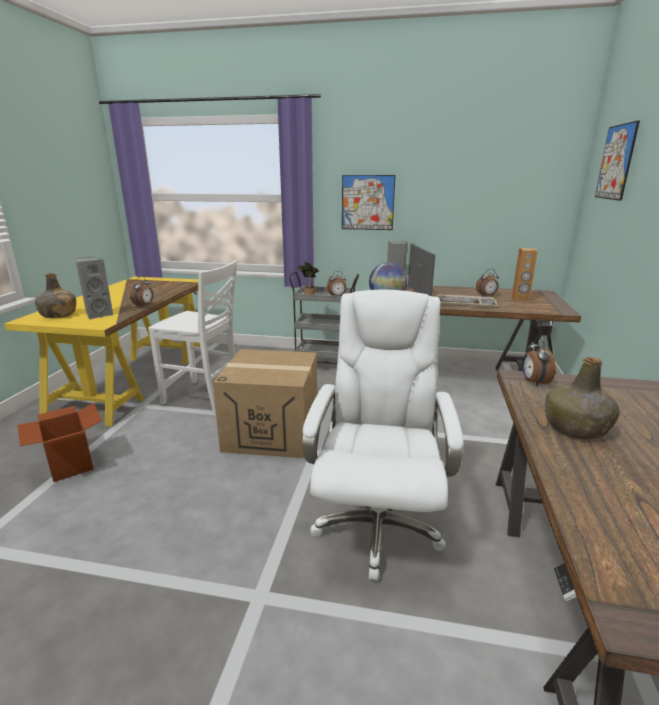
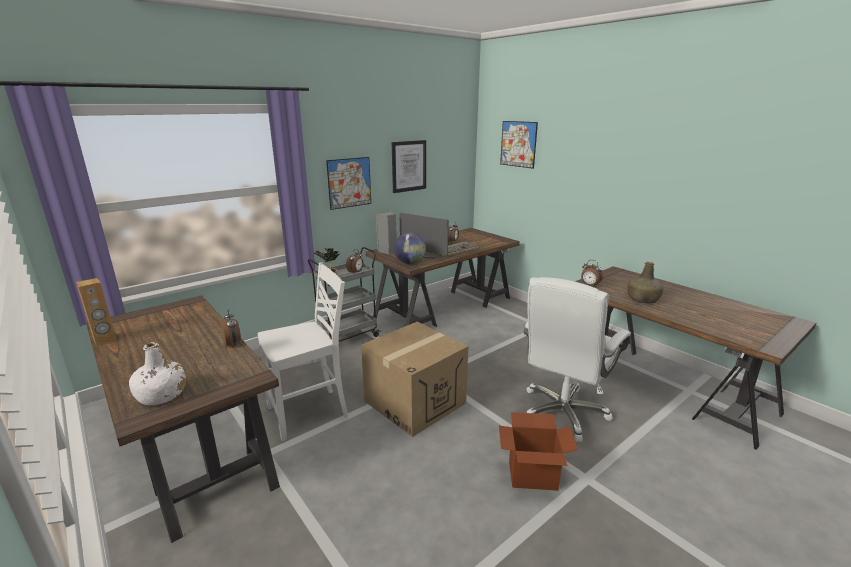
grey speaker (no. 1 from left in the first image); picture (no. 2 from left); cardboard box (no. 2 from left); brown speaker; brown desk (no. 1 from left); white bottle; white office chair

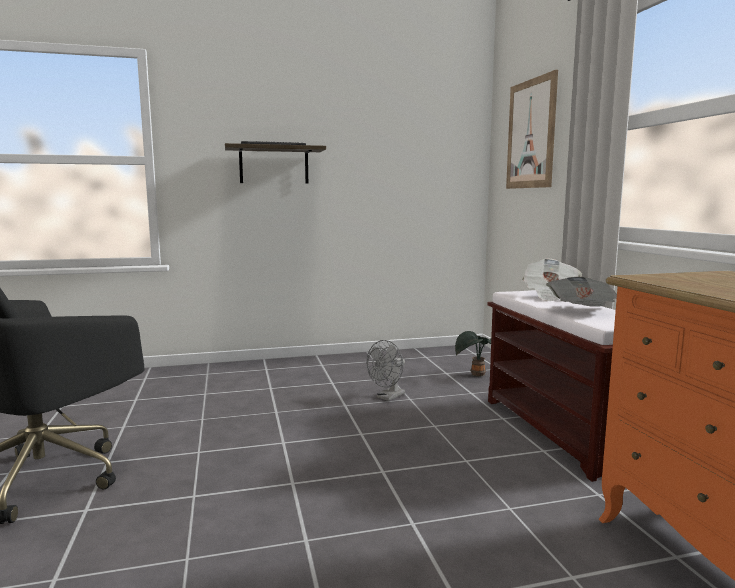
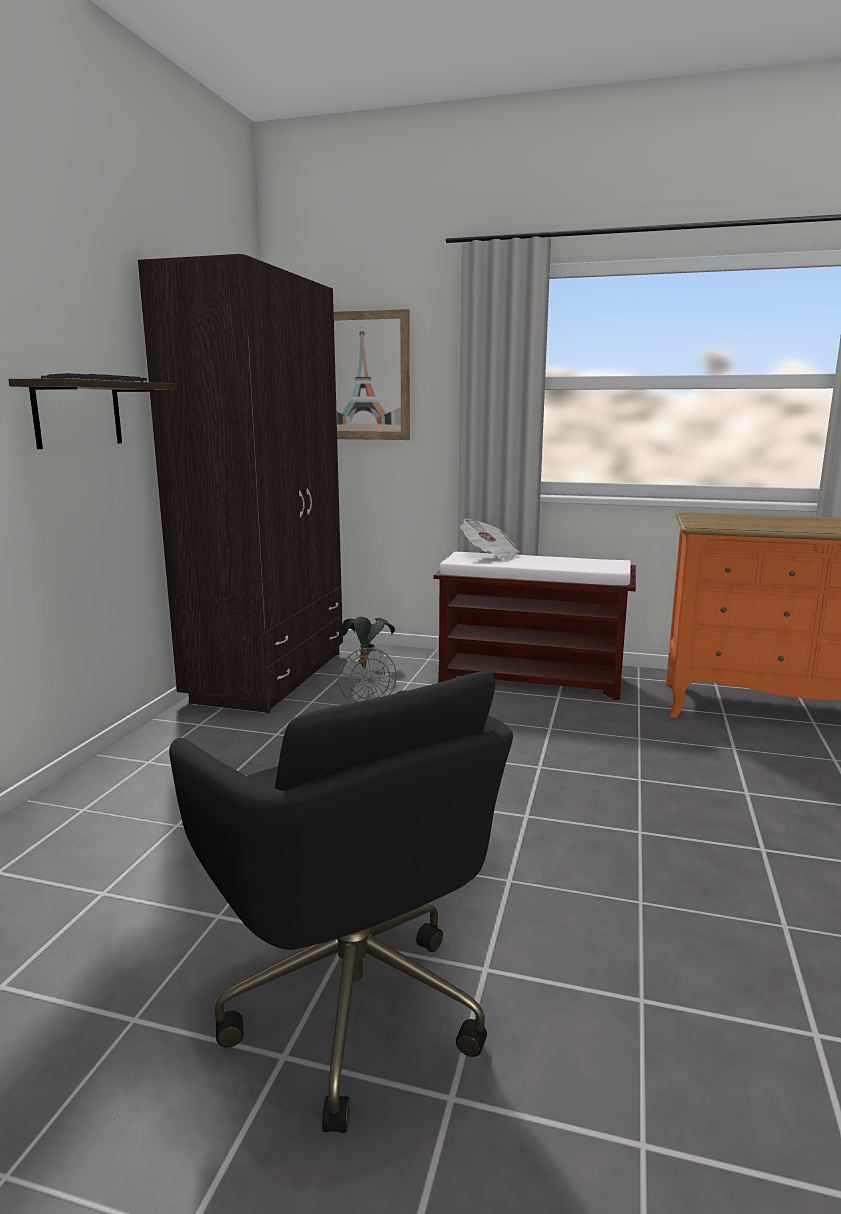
newspaper (no. 2 from left in the first image); brown wardrobe

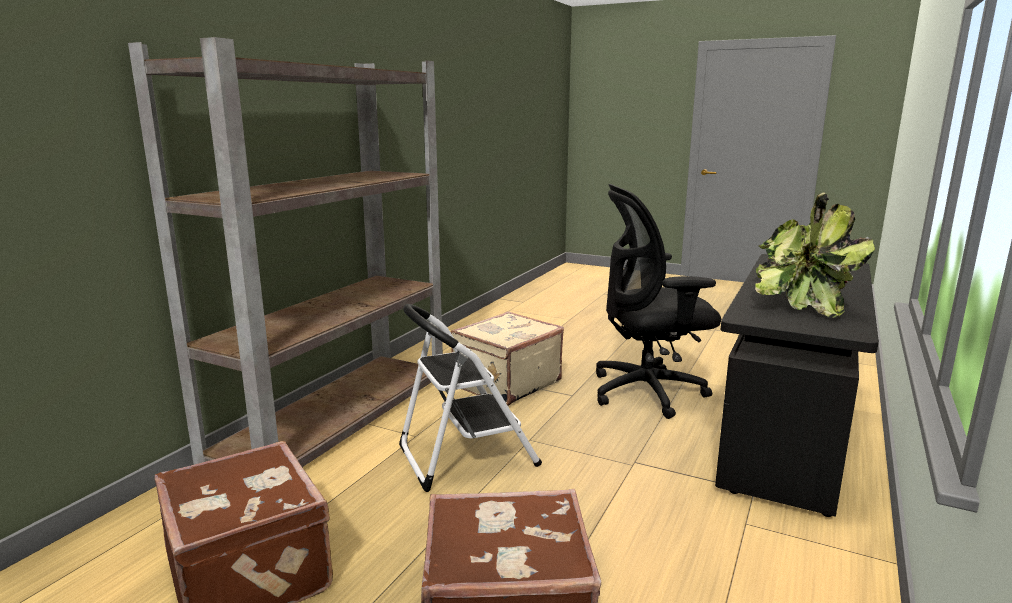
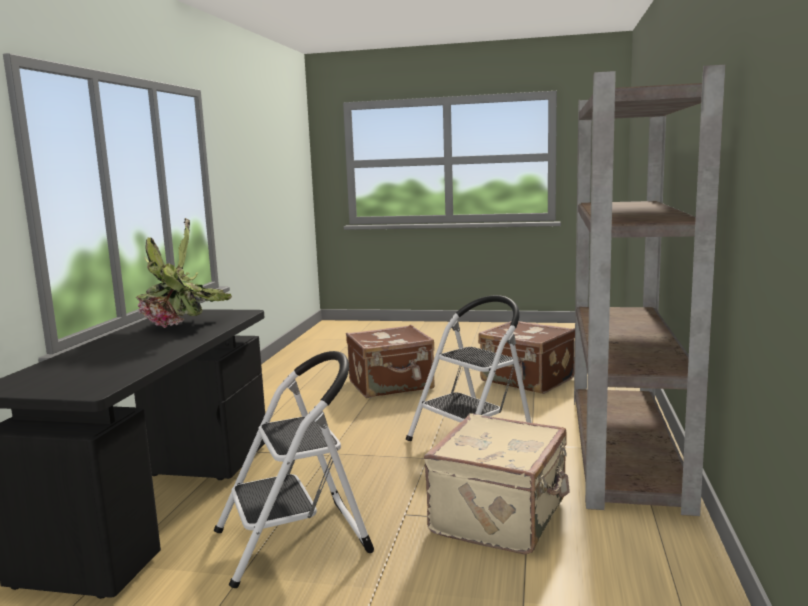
step ladder (no. 1 from left)

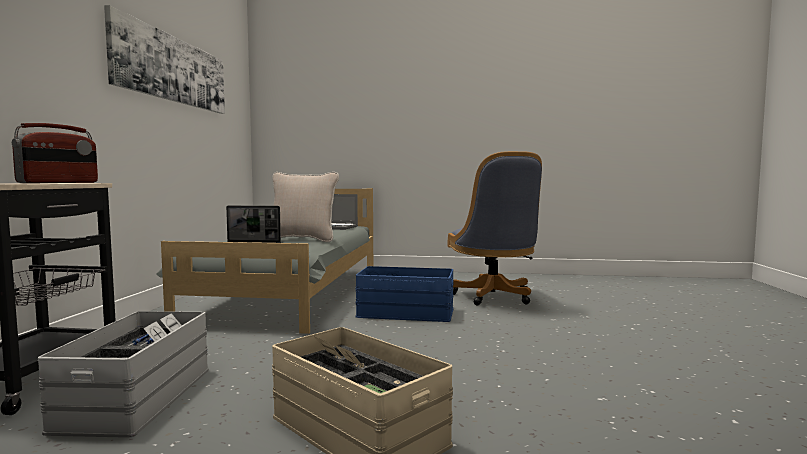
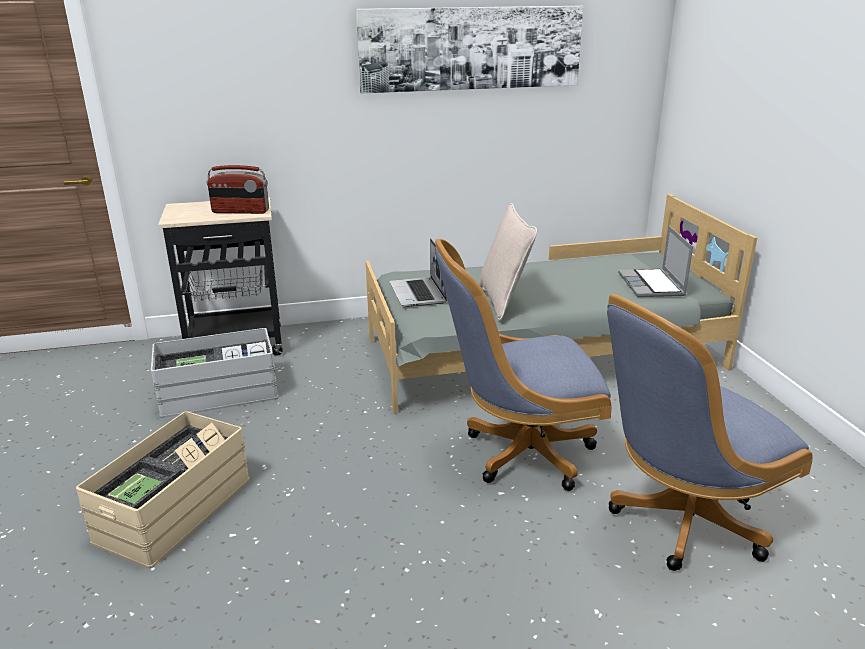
blue office chair (no. 1 from left)

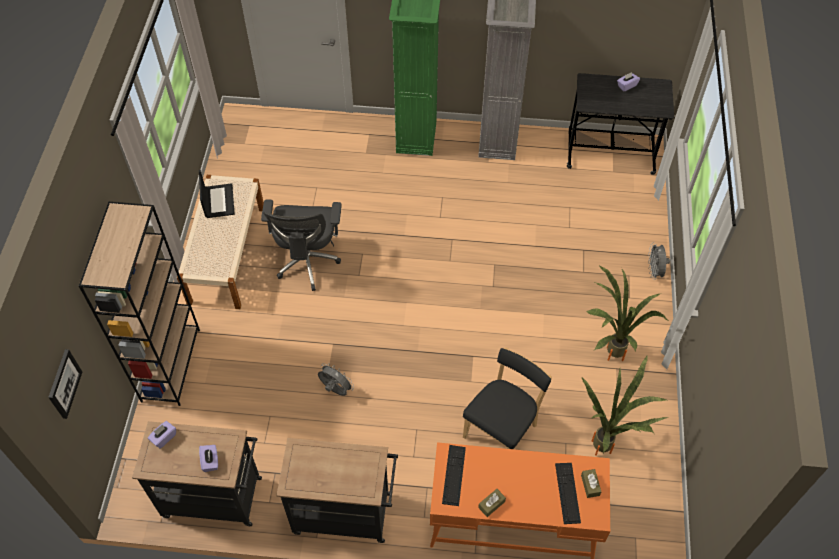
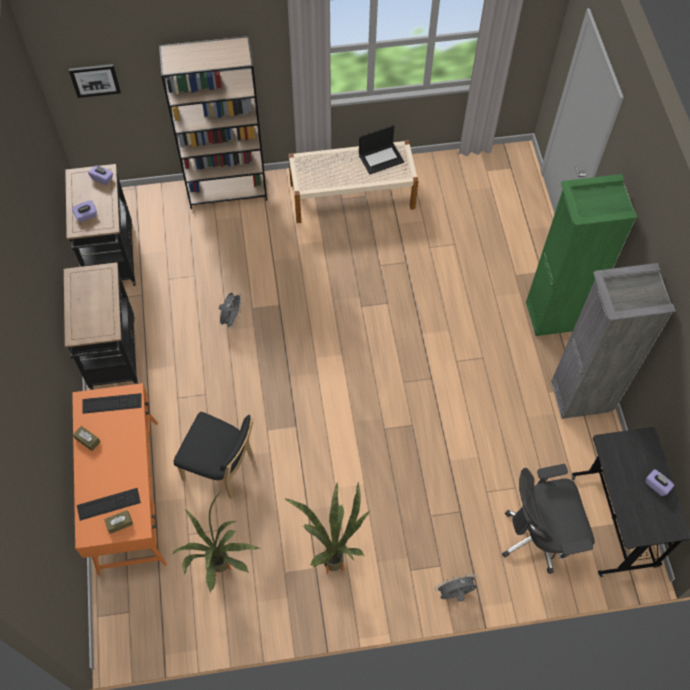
office chair

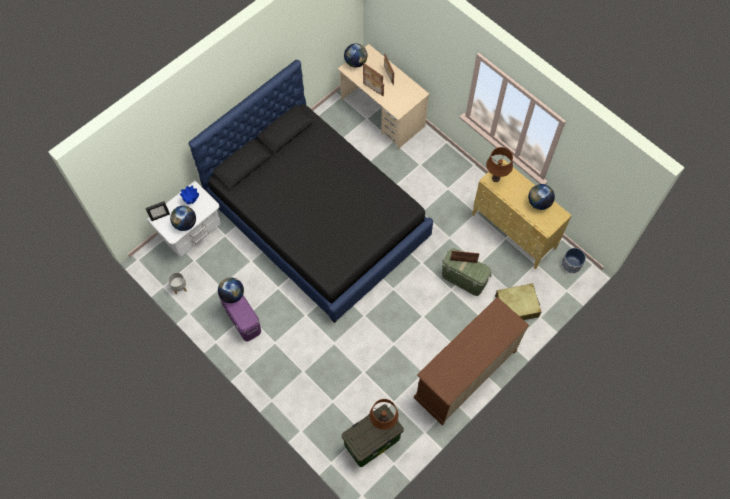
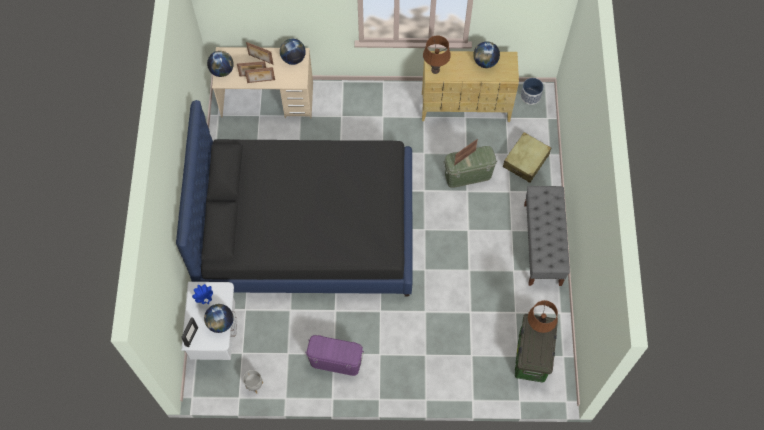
globe (no. 3 from left); grey bench

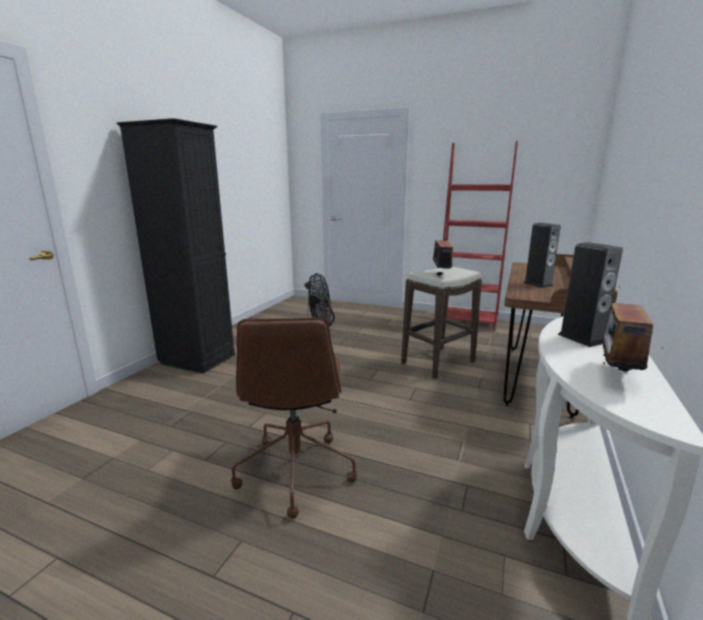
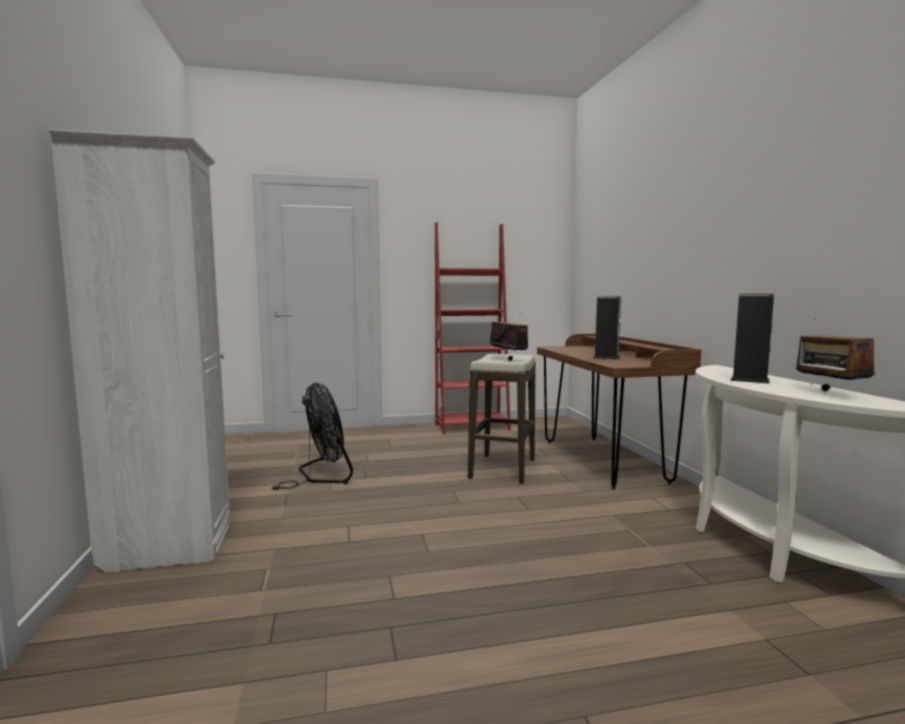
brown office chair; white cabinet

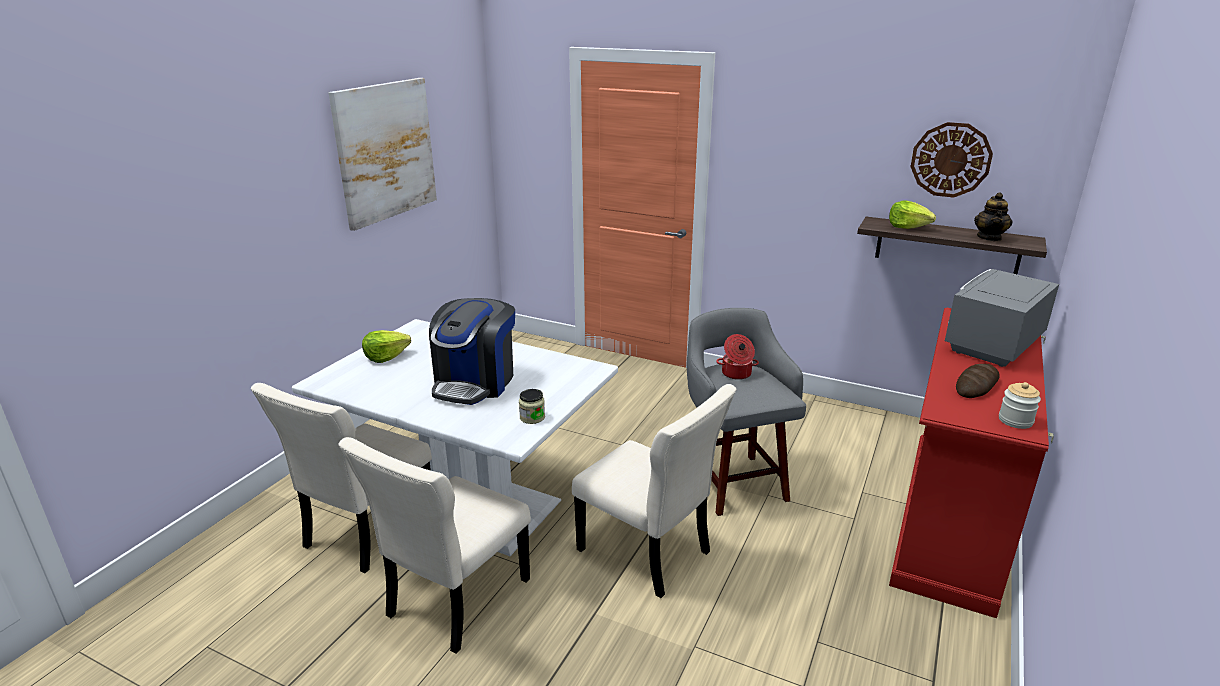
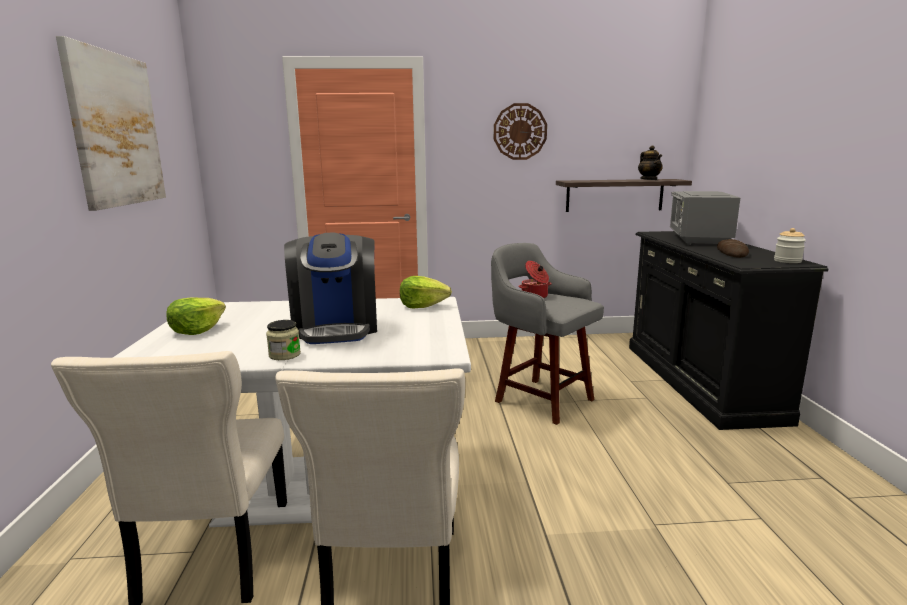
beige chair (no. 3 from left in the first image); jar (no. 1 from left); lettuce (no. 2 from left); wall clock; black cabinet

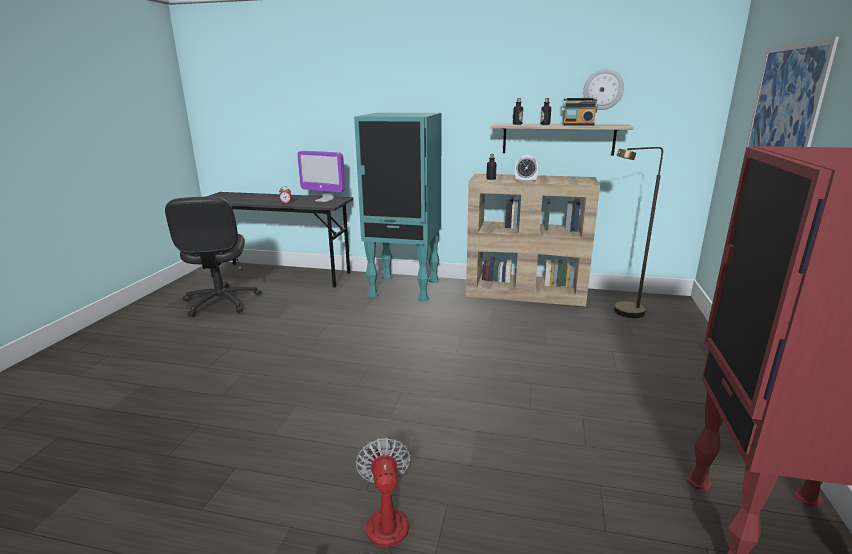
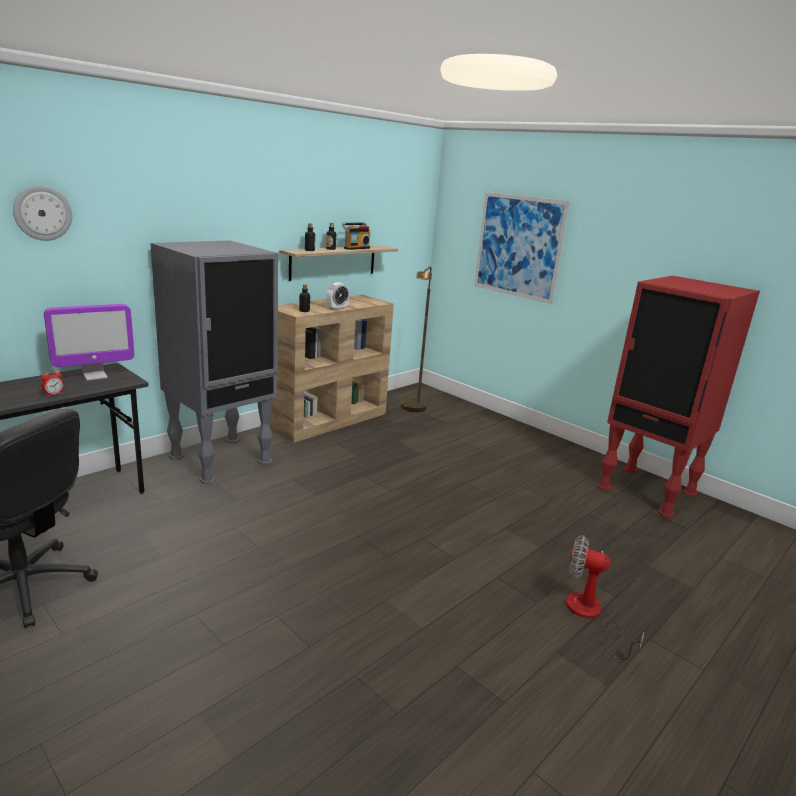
wall clock; grey cabinet

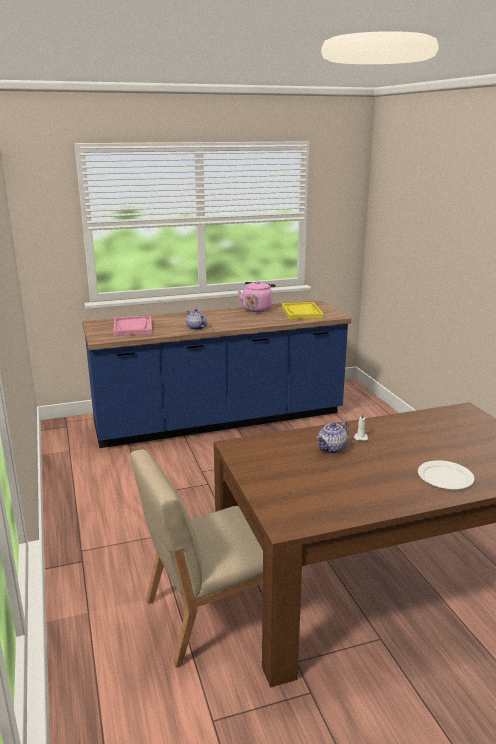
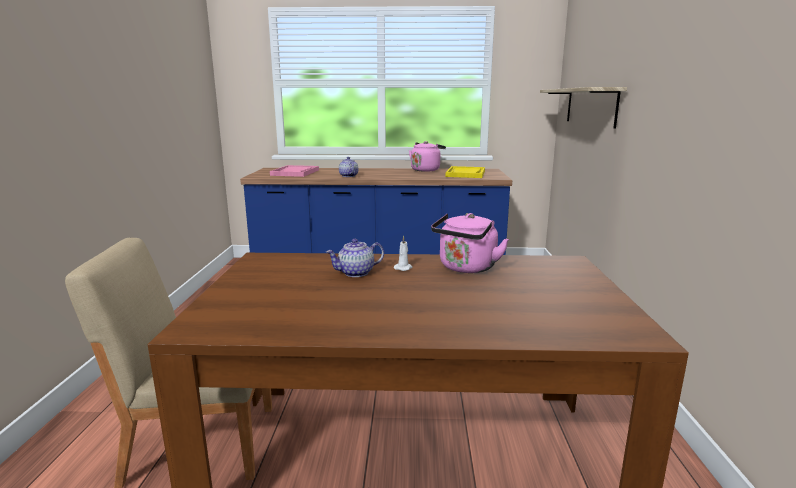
white plate; pink kettle (no. 2 from left); shelf

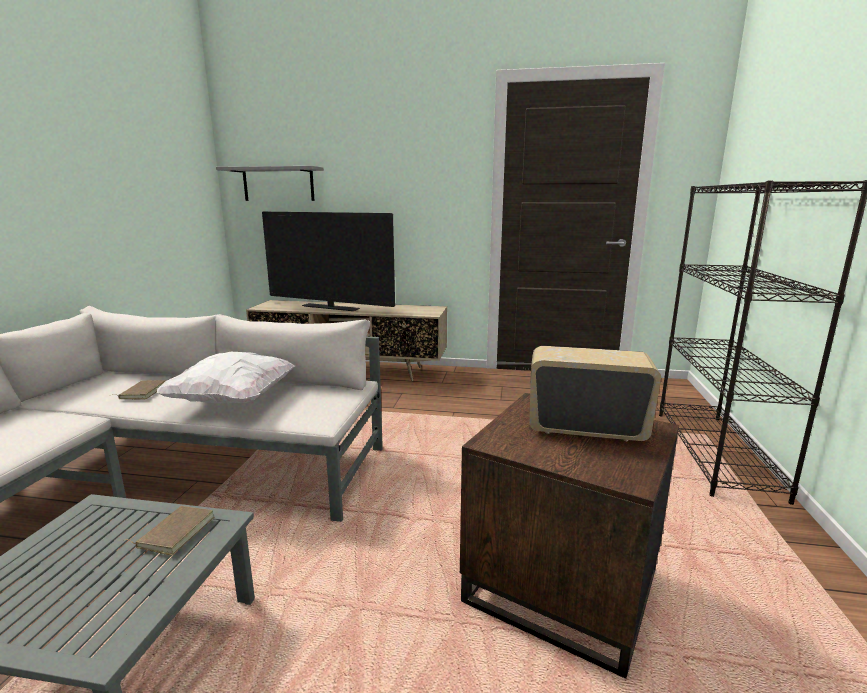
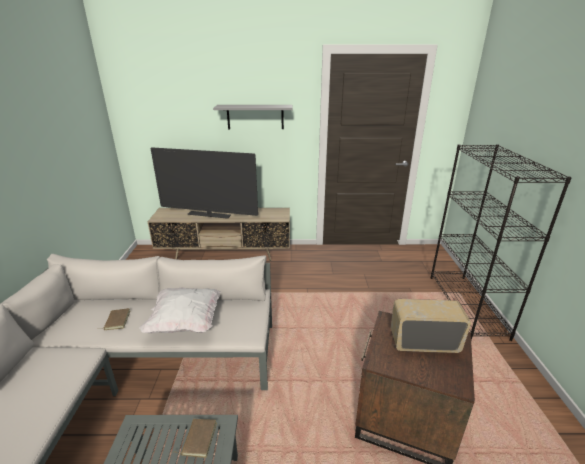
grey shelf

